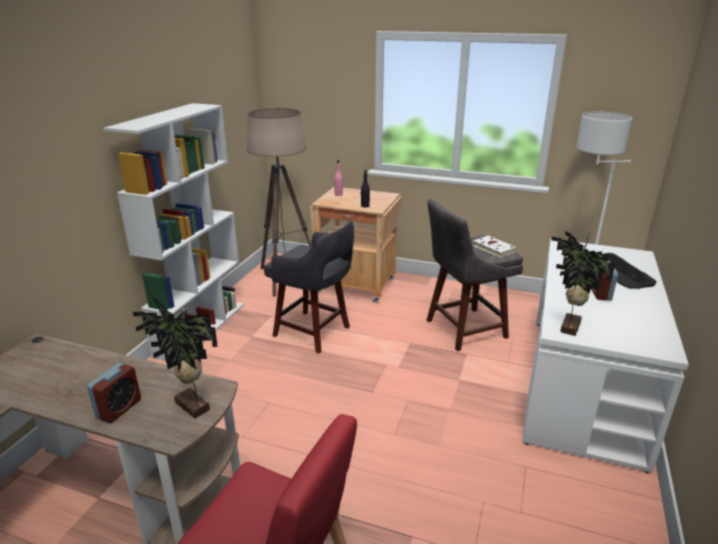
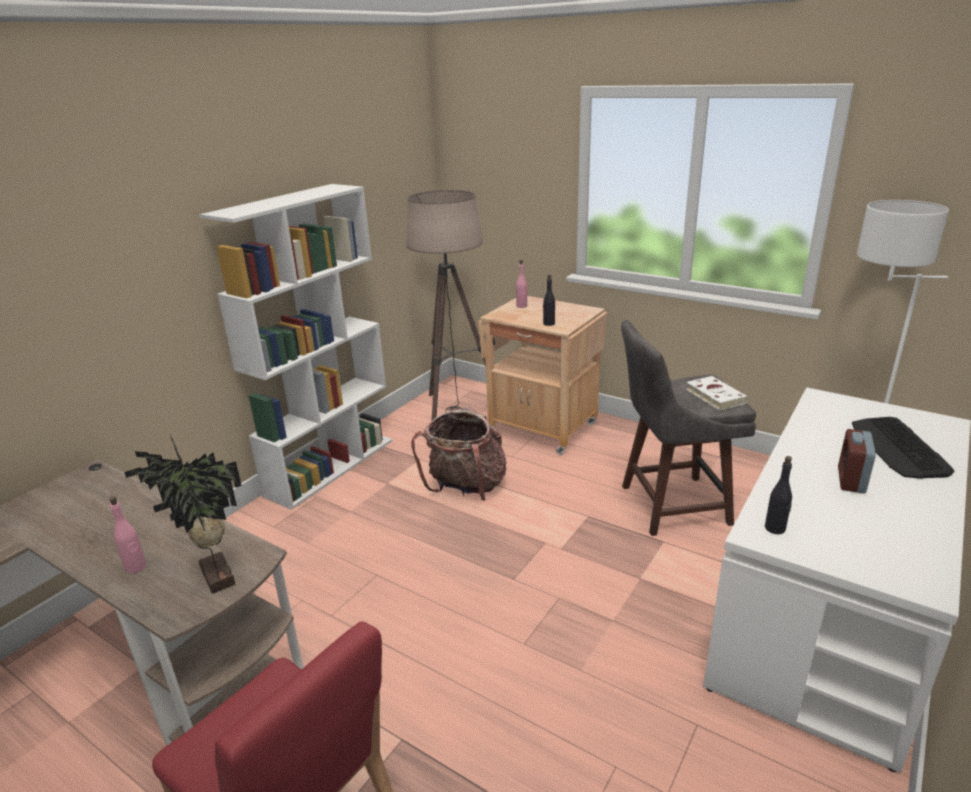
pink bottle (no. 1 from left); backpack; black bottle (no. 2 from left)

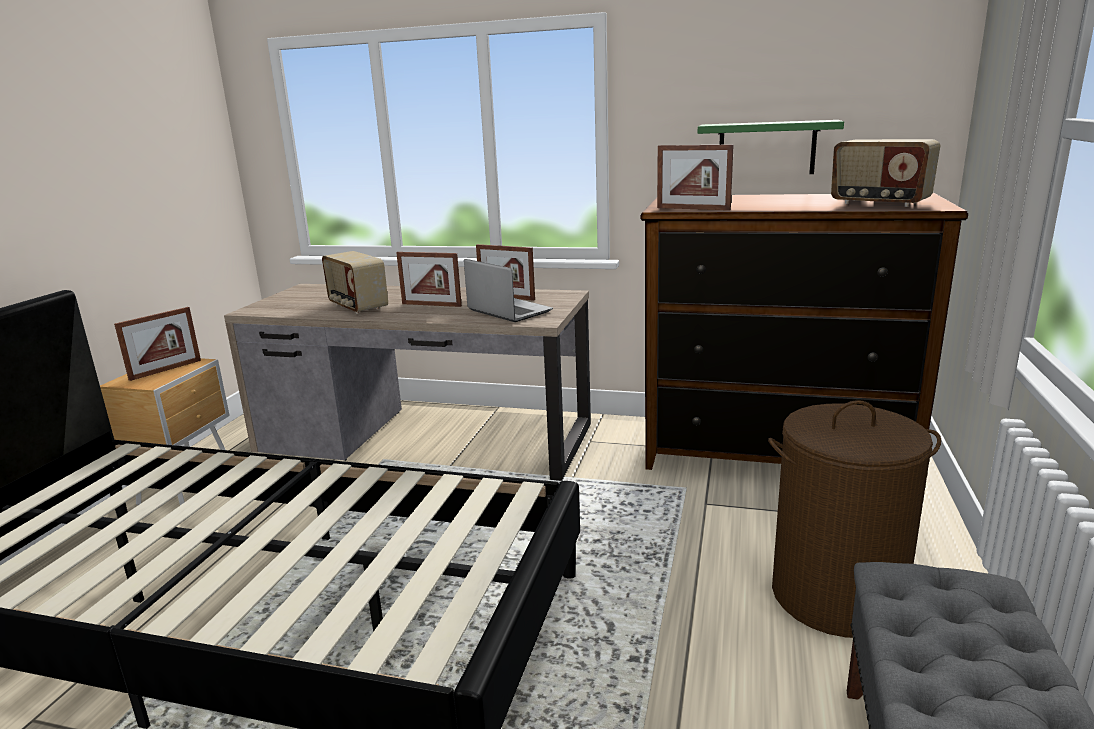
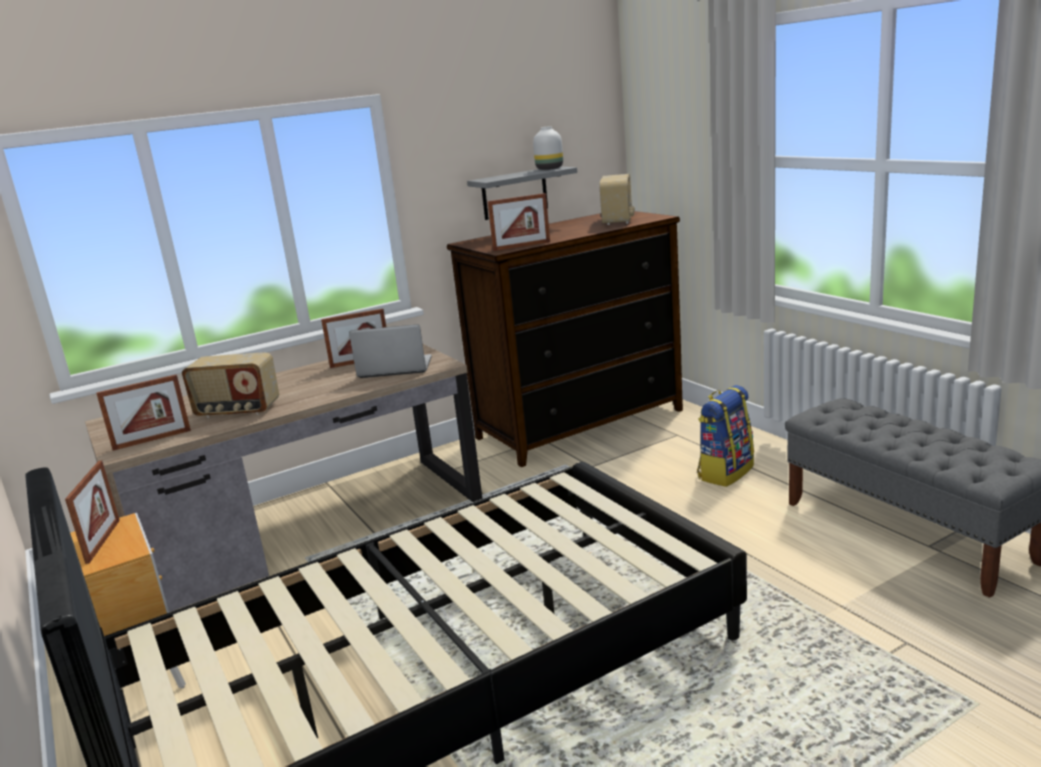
white vase; picture frame (no. 2 from left); backpack; grey shelf; radio (no. 2 from left)

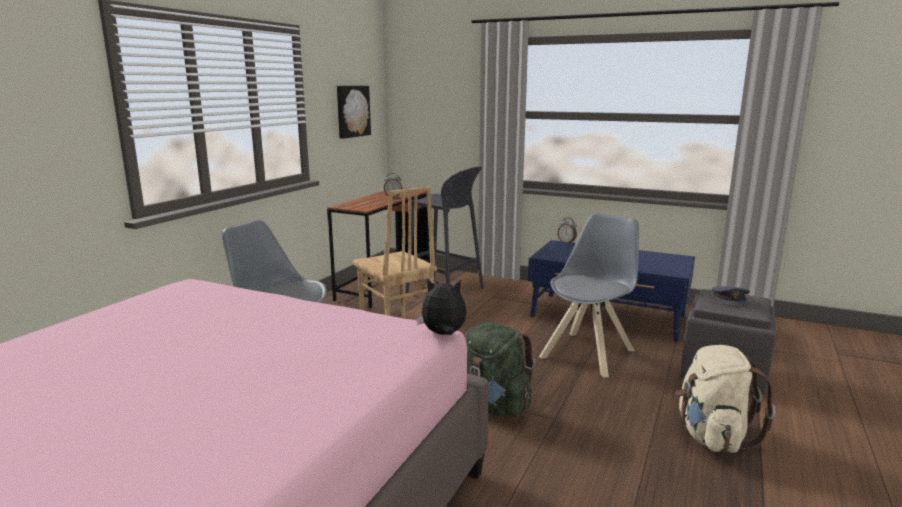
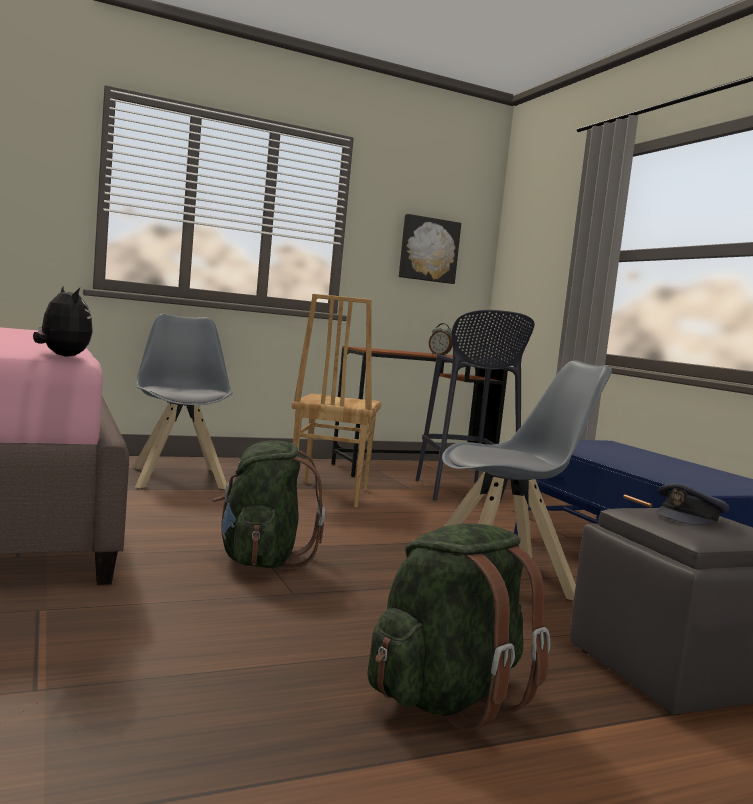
alarm clock (no. 2 from left in the first image); green backpack (no. 2 from left)

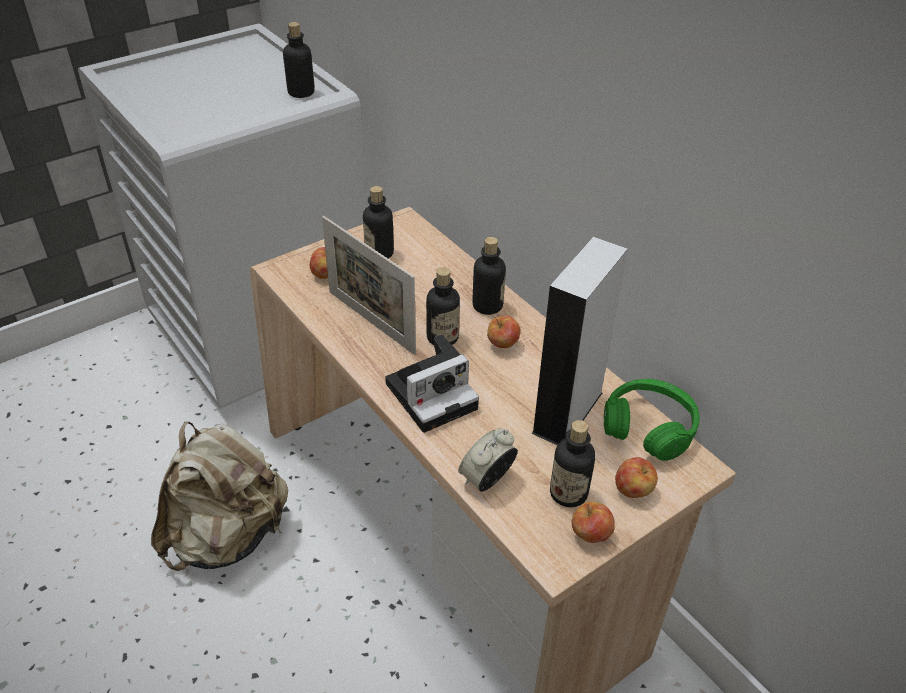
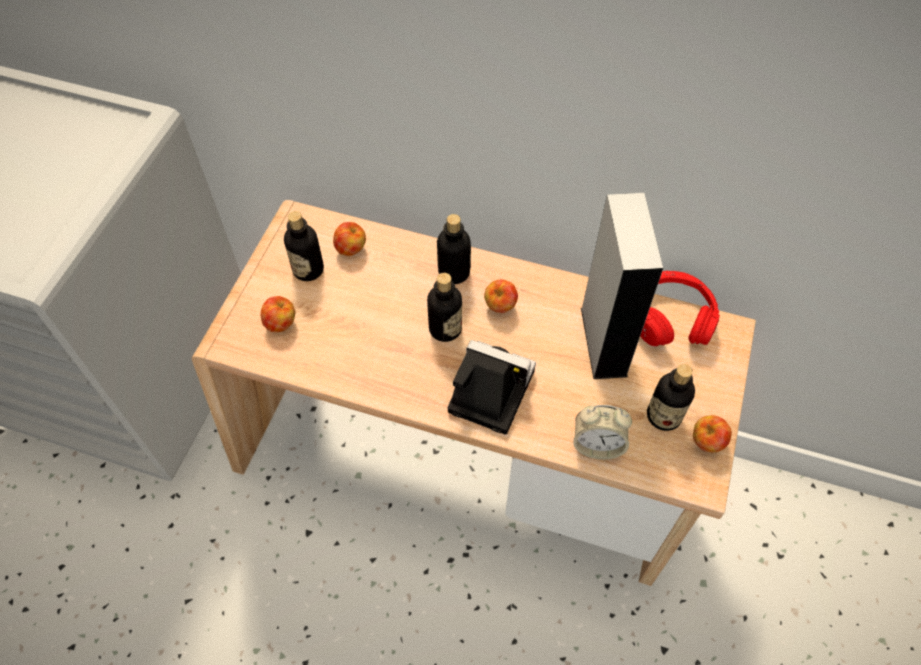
beige backpack; bottle (no. 1 from left in the first image); picture frame; apple (no. 2 from left); red headphones; photo camera; alarm clock

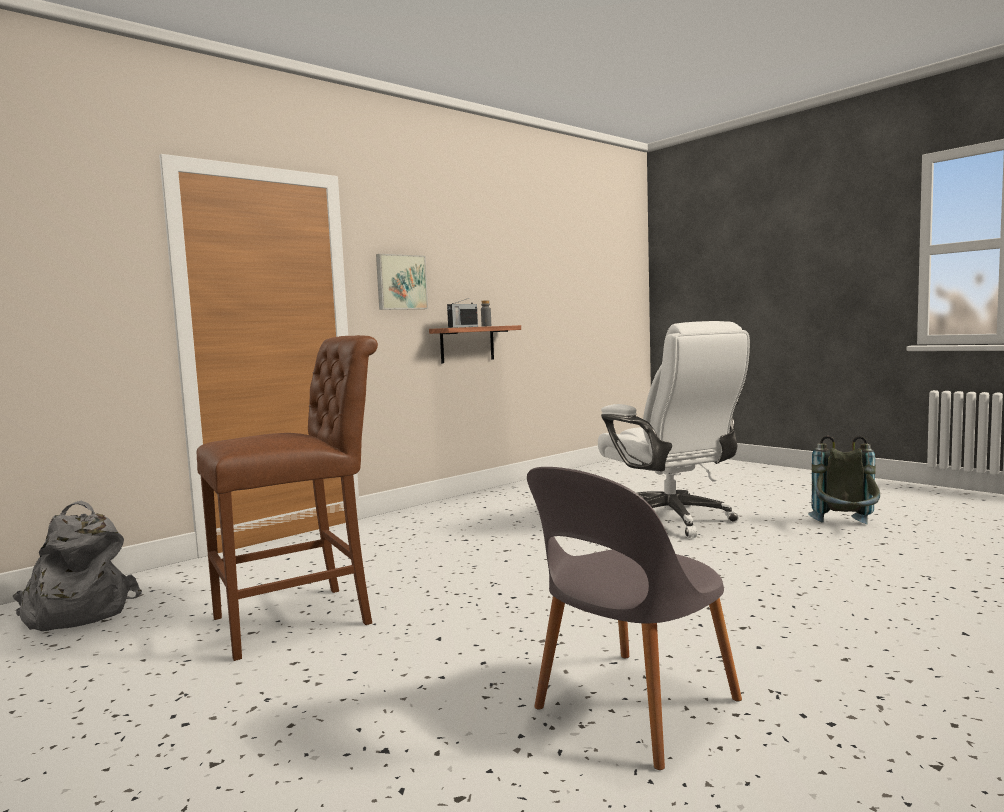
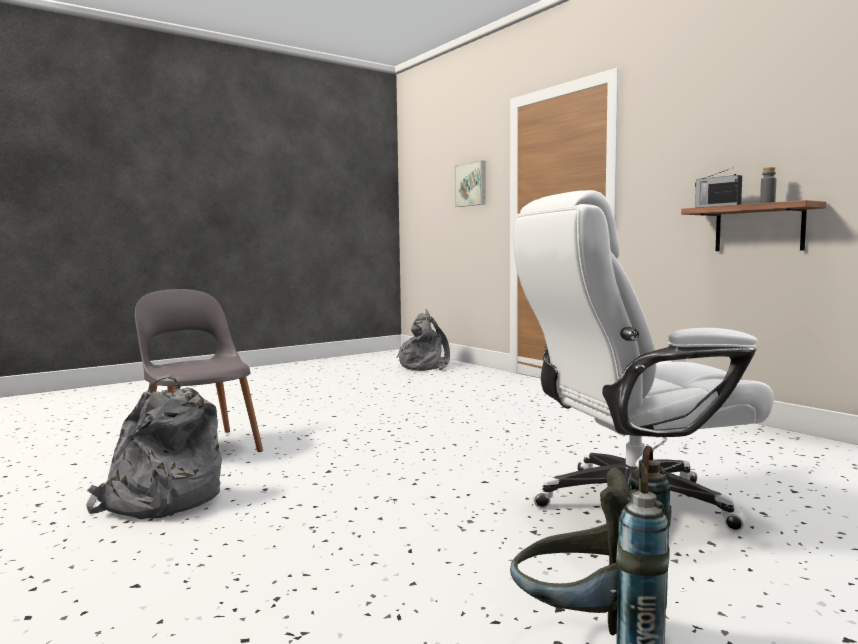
brown stool; grey backpack (no. 1 from left); picture

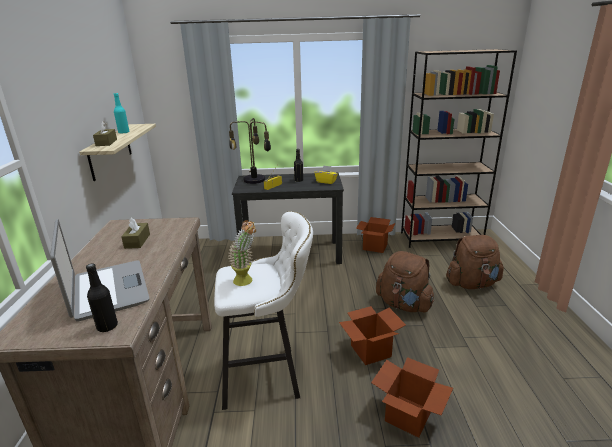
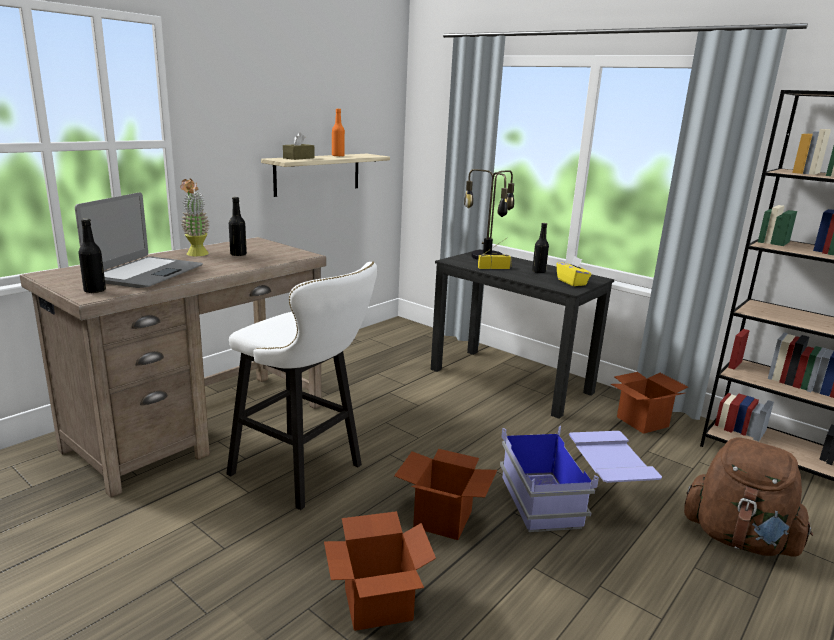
potted plant; black bottle (no. 2 from left); blue storage box; orange bottle

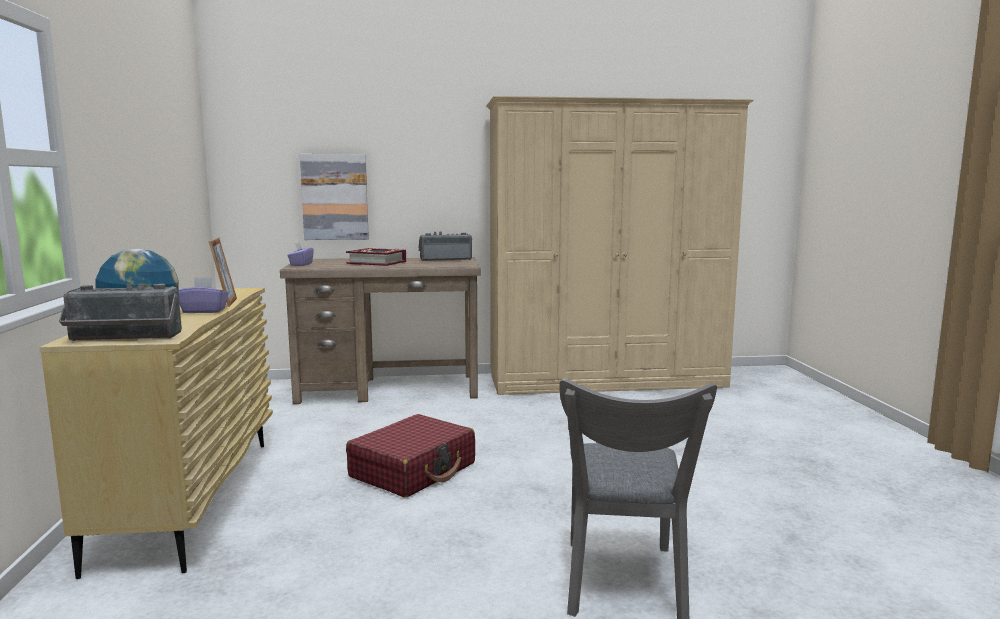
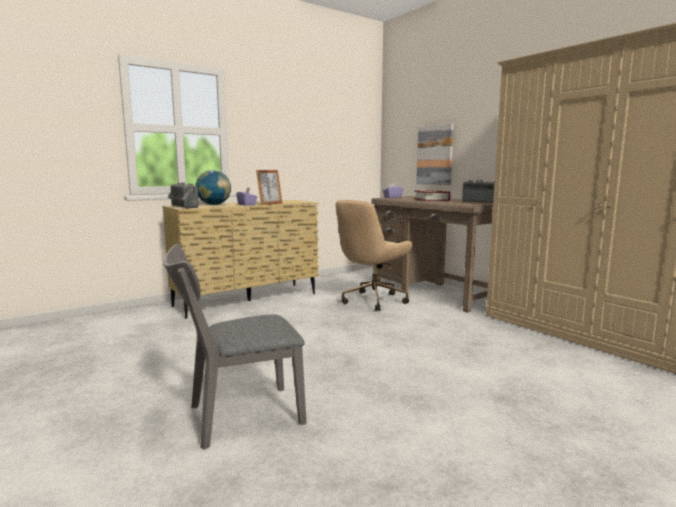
red suitcase; beige office chair

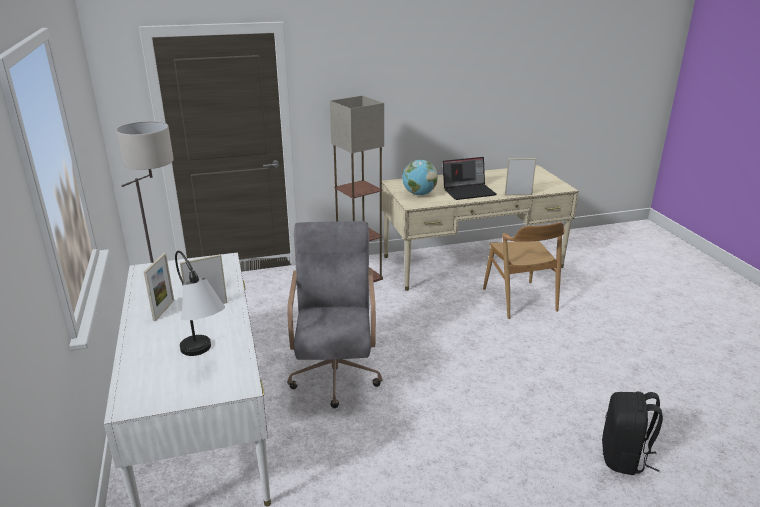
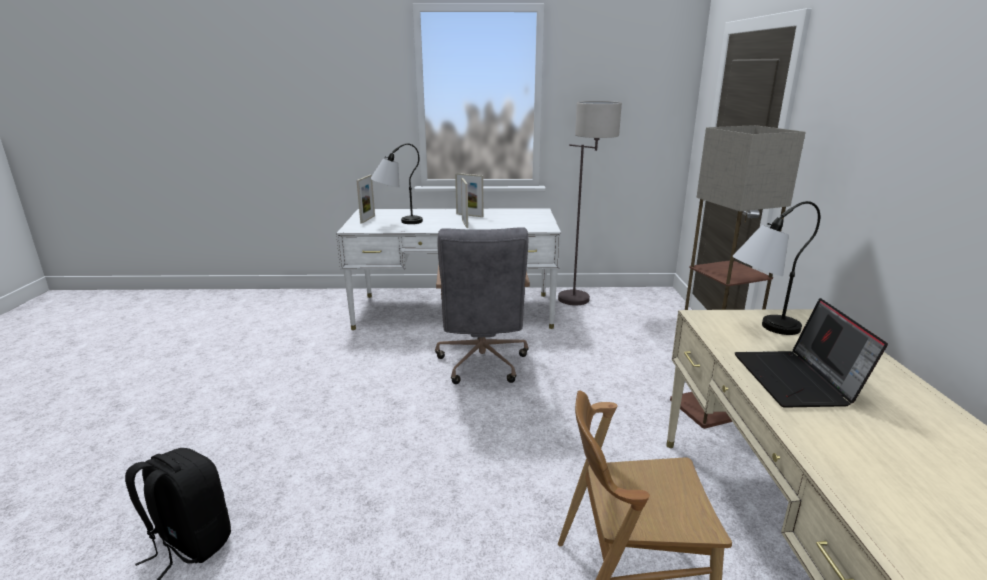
picture frame (no. 1 from left); table lamp (no. 2 from left); grey office chair

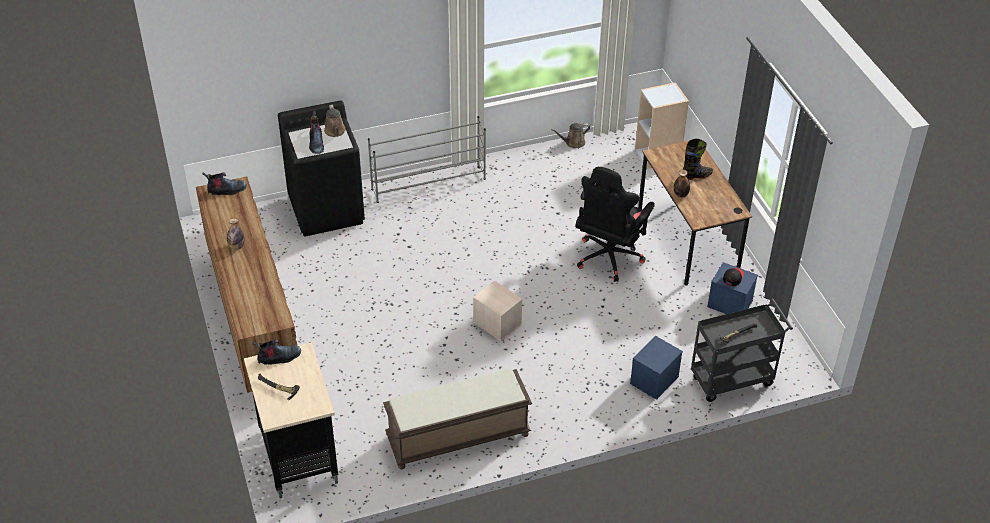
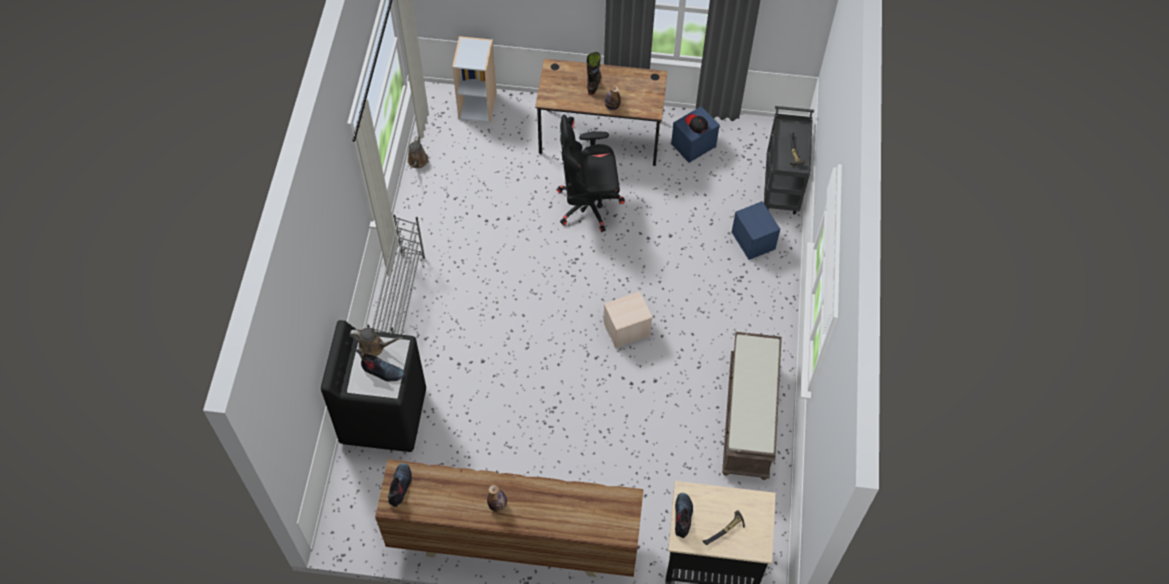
black office chair

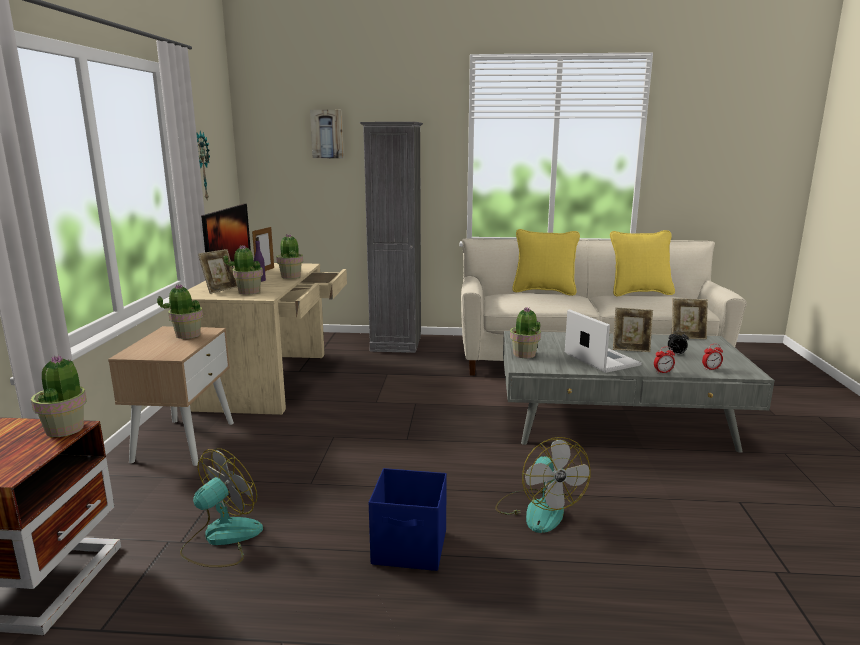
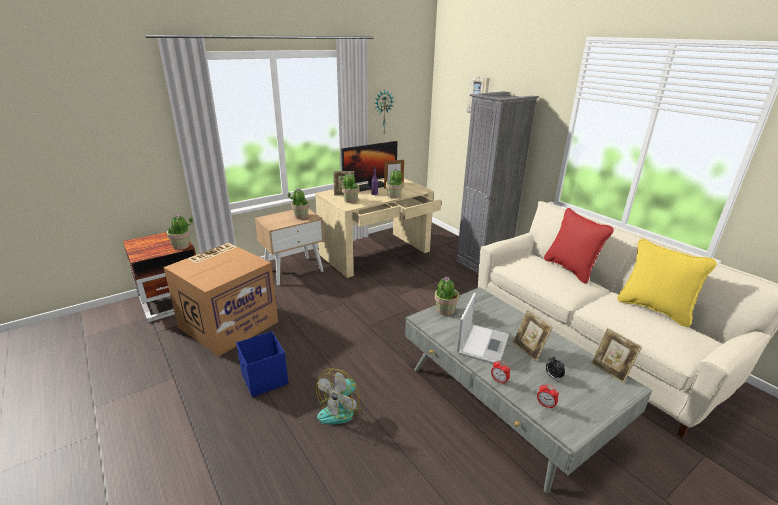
cardboard box; red pillow

